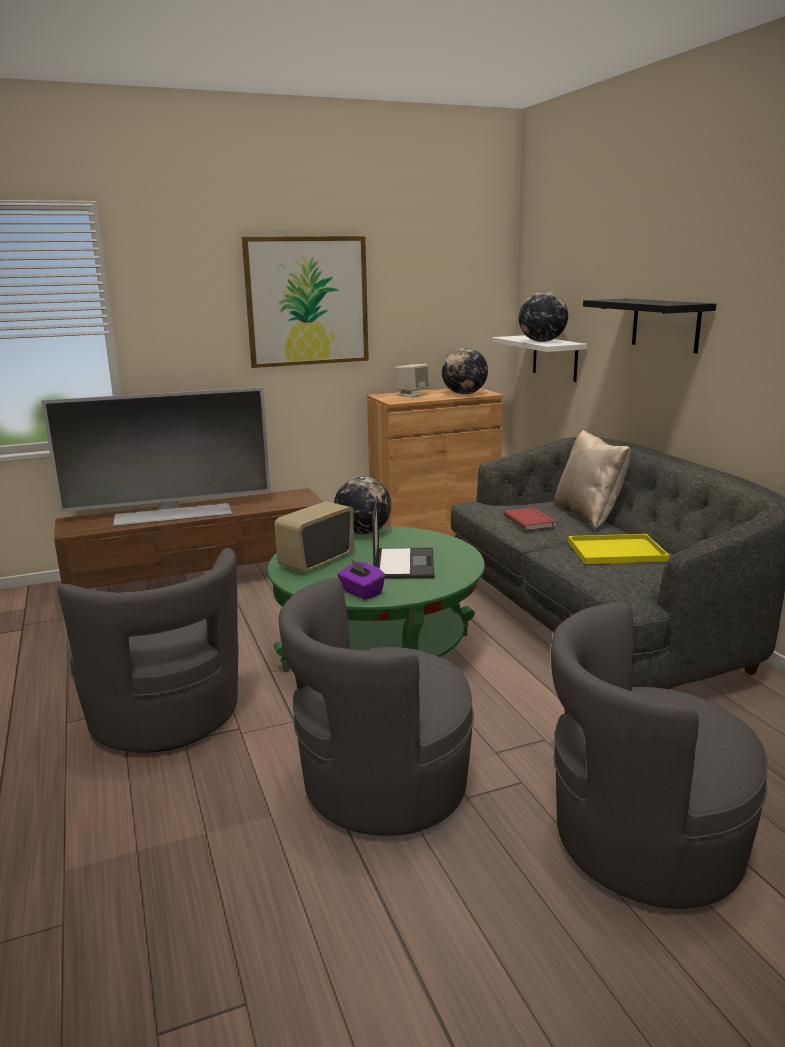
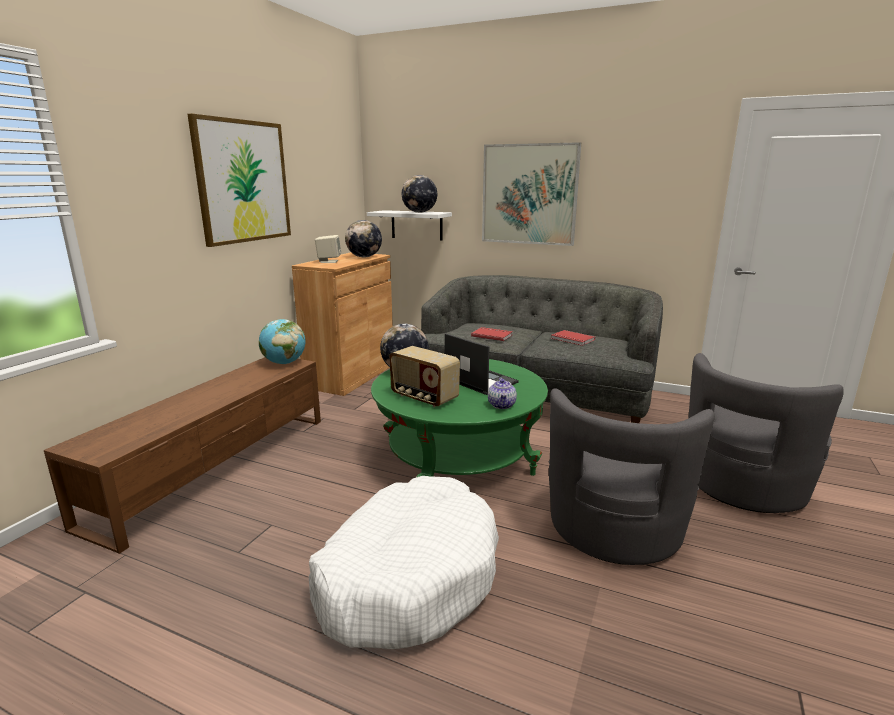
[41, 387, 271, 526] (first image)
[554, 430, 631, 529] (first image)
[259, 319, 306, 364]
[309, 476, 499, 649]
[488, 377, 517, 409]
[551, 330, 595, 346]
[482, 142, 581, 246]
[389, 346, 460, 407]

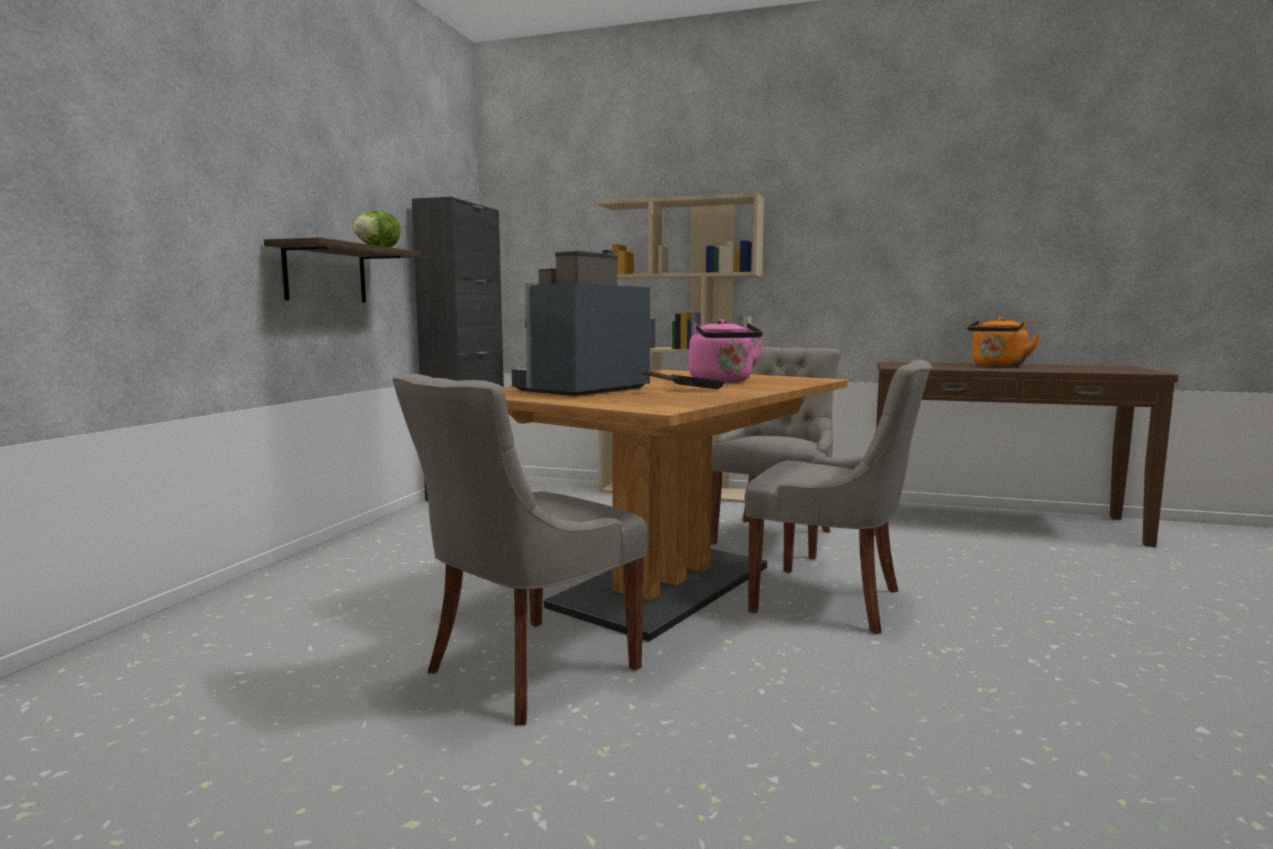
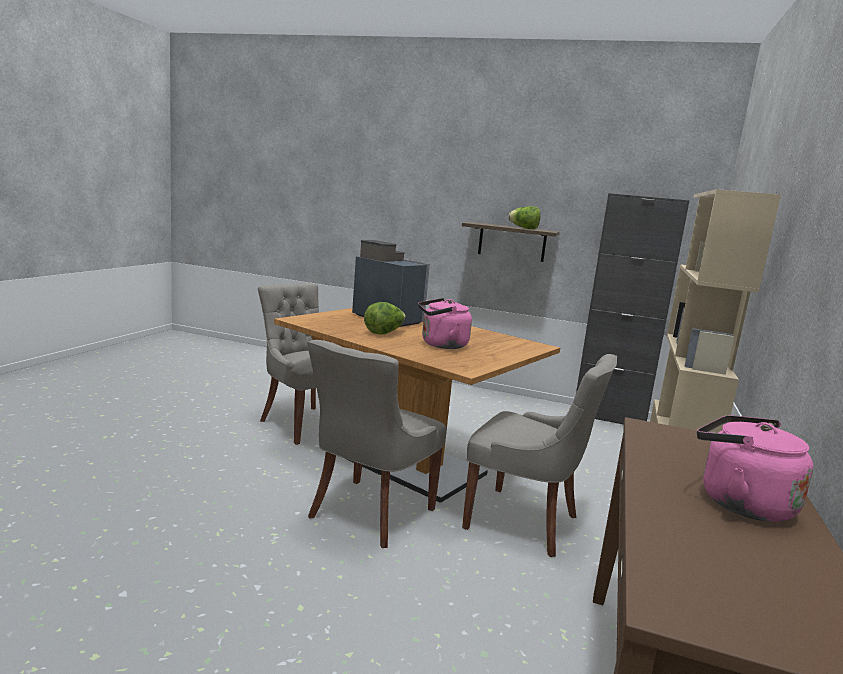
[364, 302, 406, 335]
[697, 415, 813, 522]

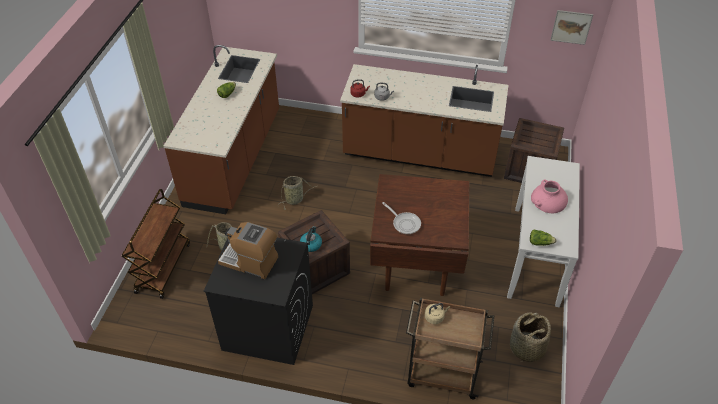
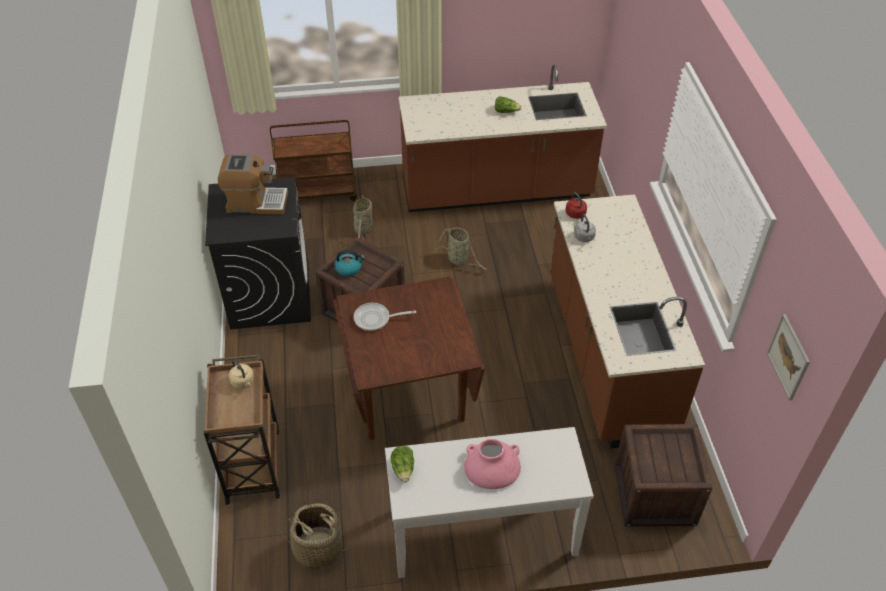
[218, 154, 288, 214]
[354, 303, 416, 331]

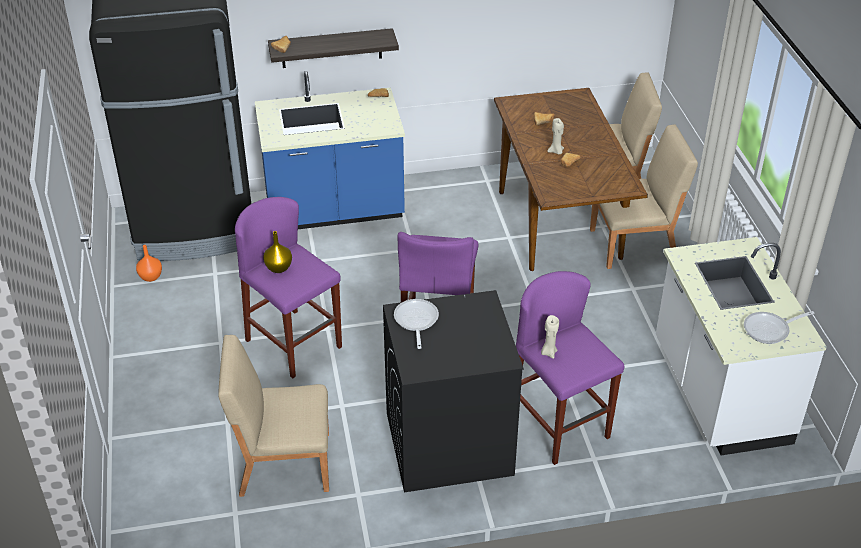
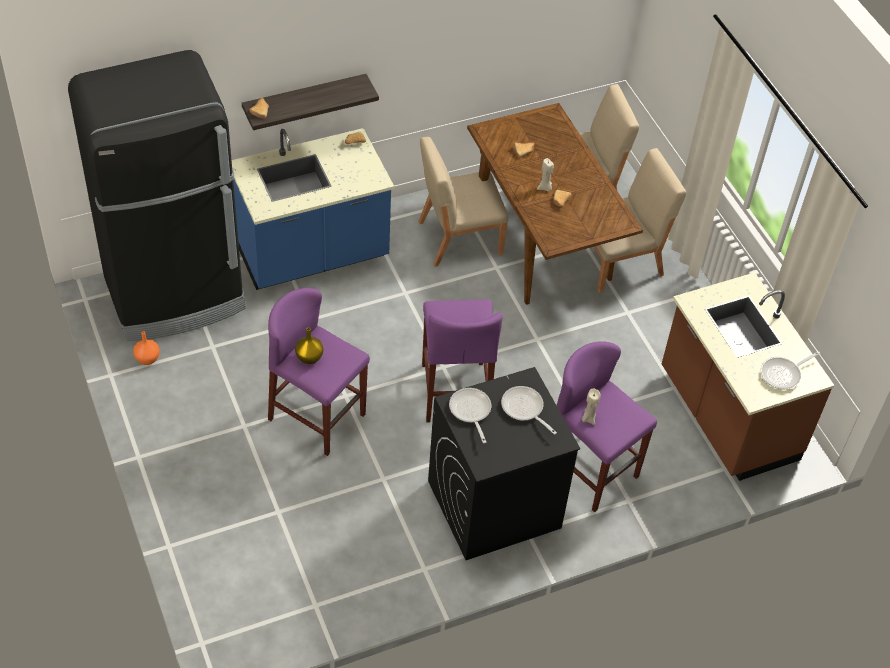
[501, 386, 557, 435]
[418, 137, 508, 267]
[662, 272, 835, 481]

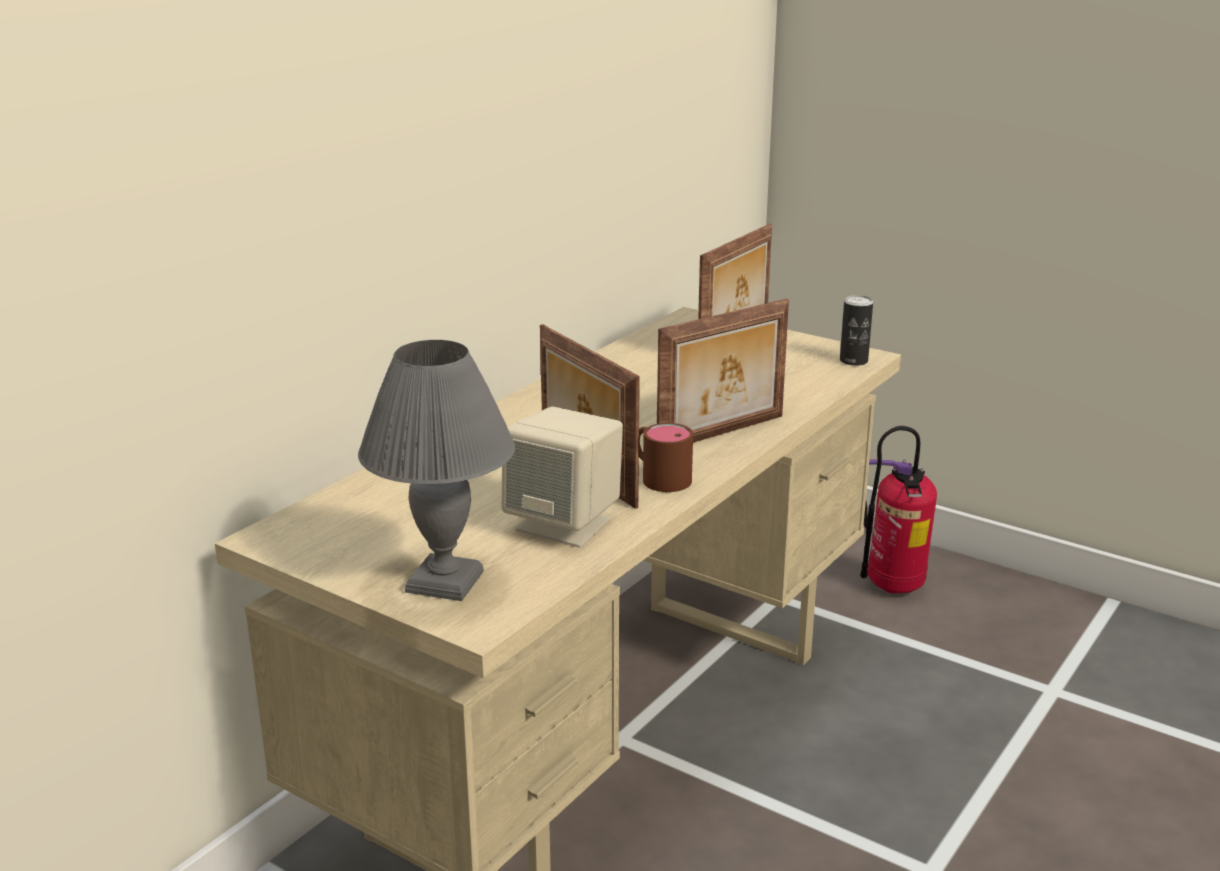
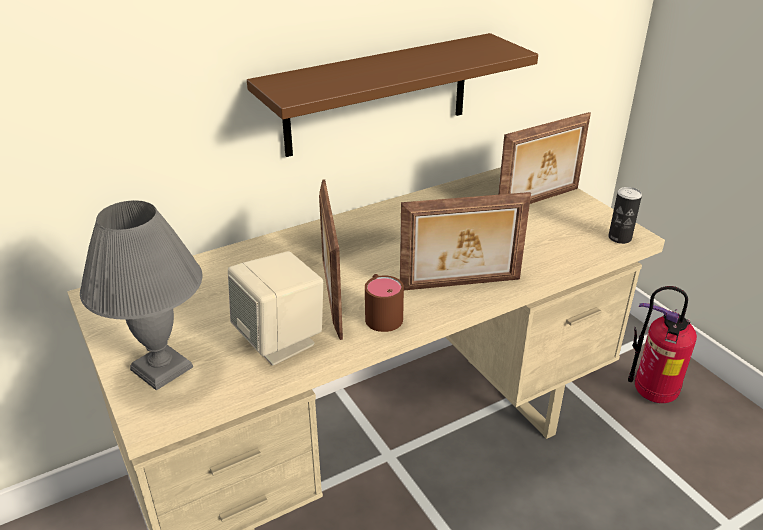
[247, 33, 538, 157]

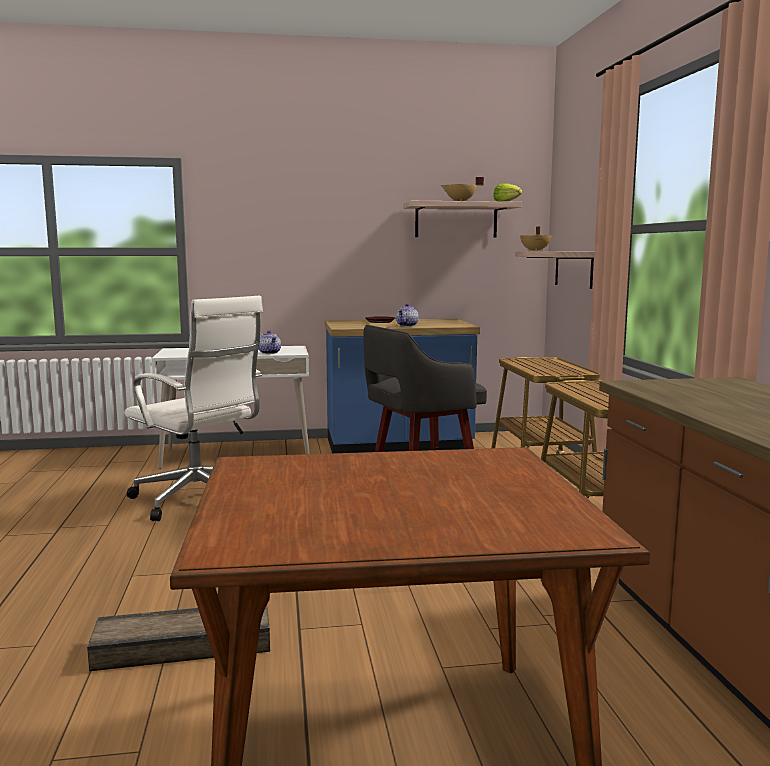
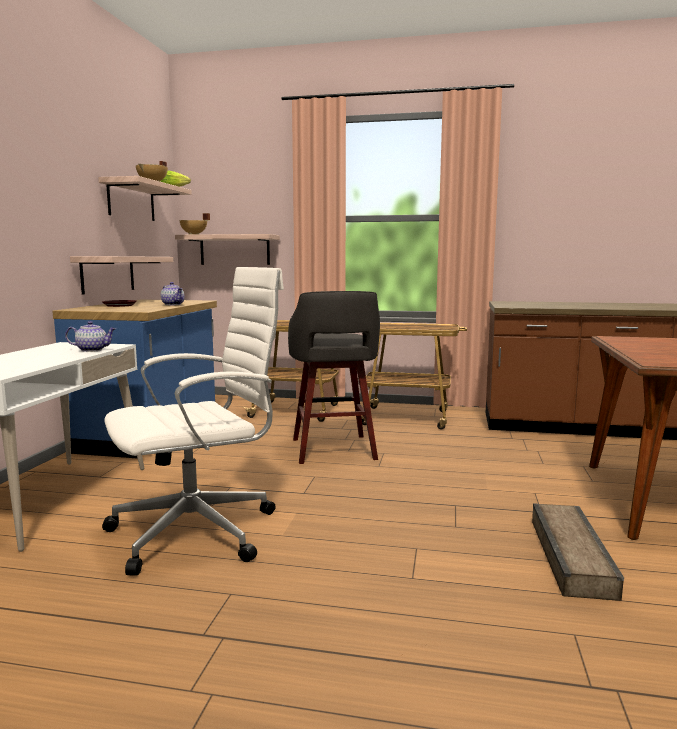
[70, 256, 173, 295]

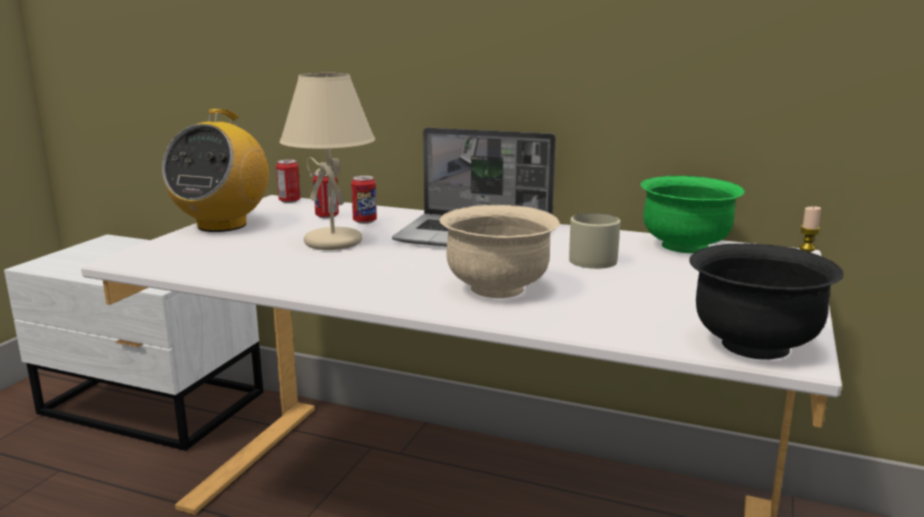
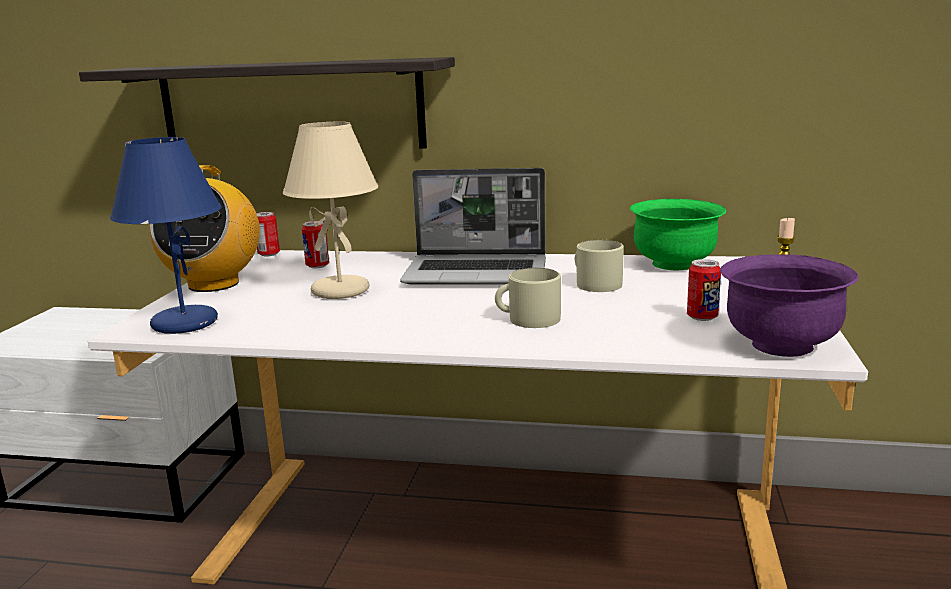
[79, 57, 455, 149]
[110, 137, 222, 334]
[687, 259, 721, 321]
[495, 268, 561, 328]
[720, 254, 859, 357]

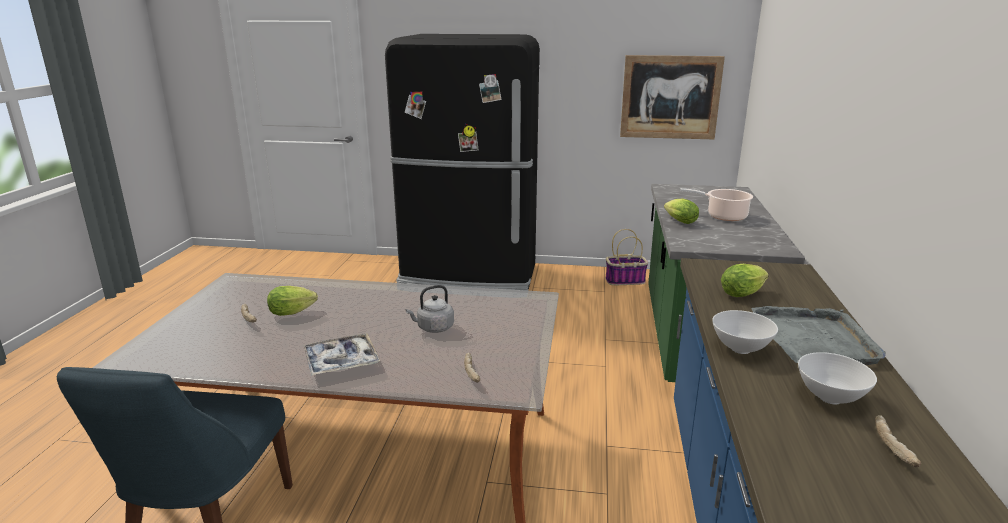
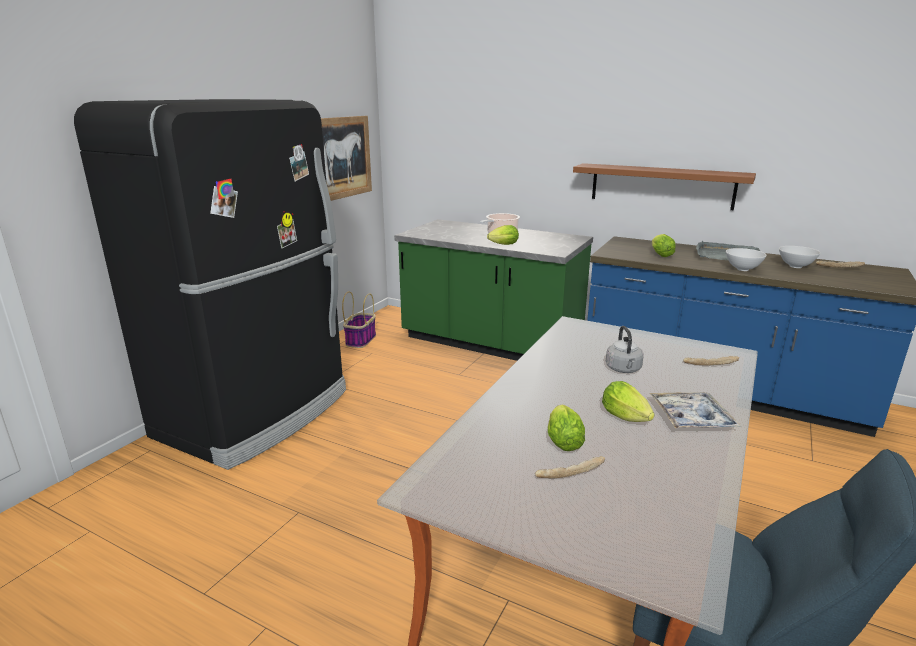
[573, 163, 756, 210]
[602, 381, 655, 422]

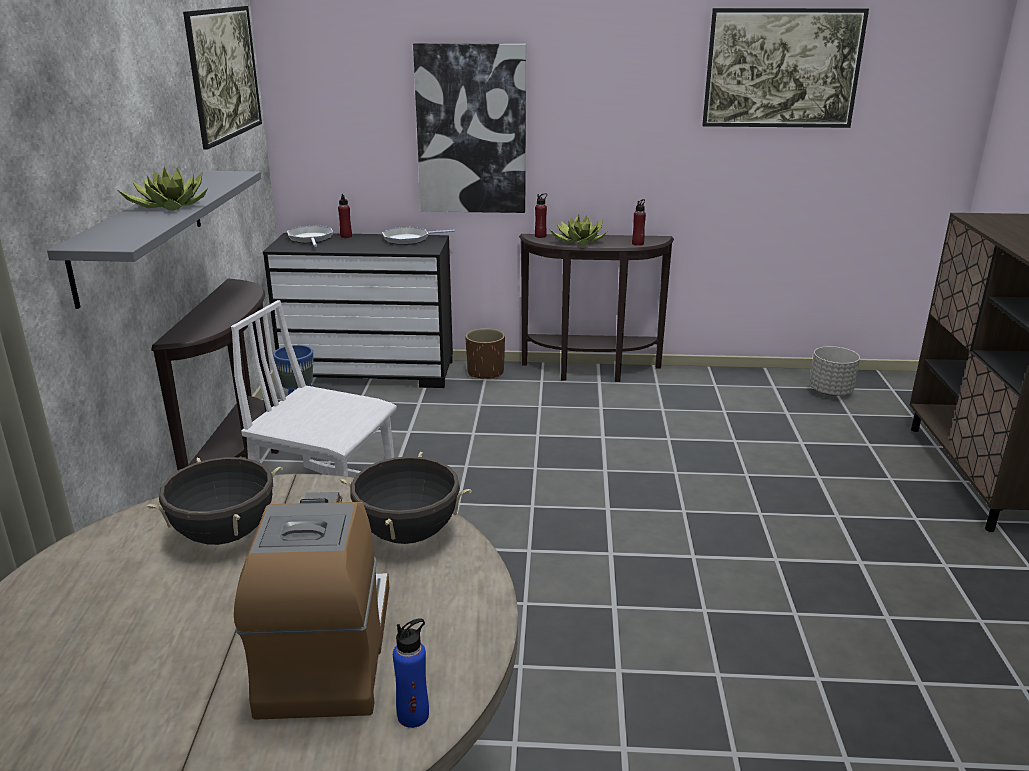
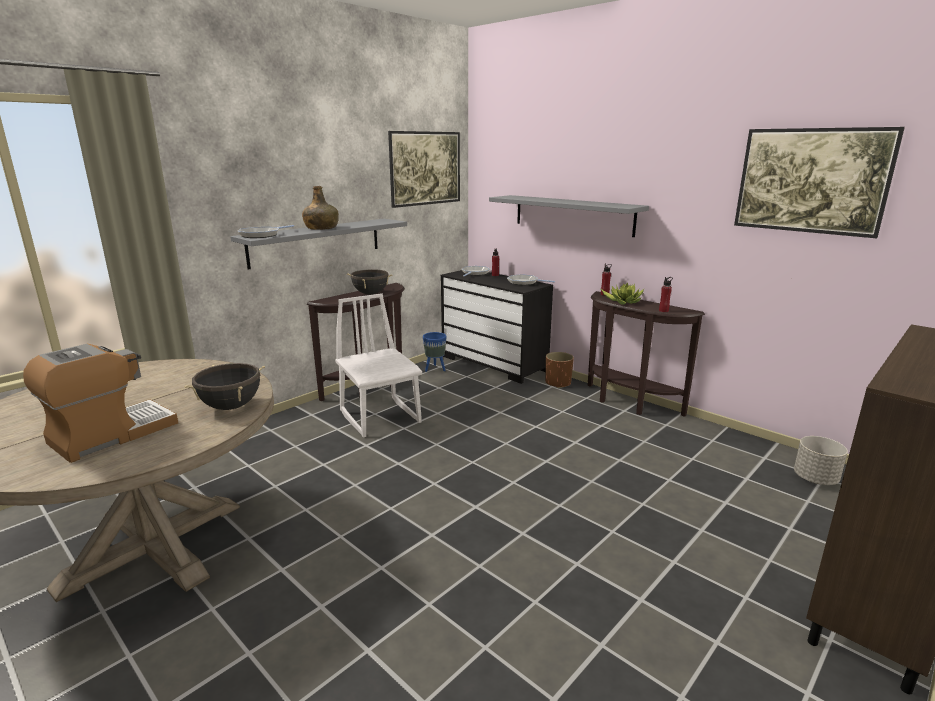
[393, 618, 429, 728] (first image)
[238, 225, 294, 238]
[347, 269, 392, 295]
[302, 186, 339, 230]
[489, 195, 649, 237]

